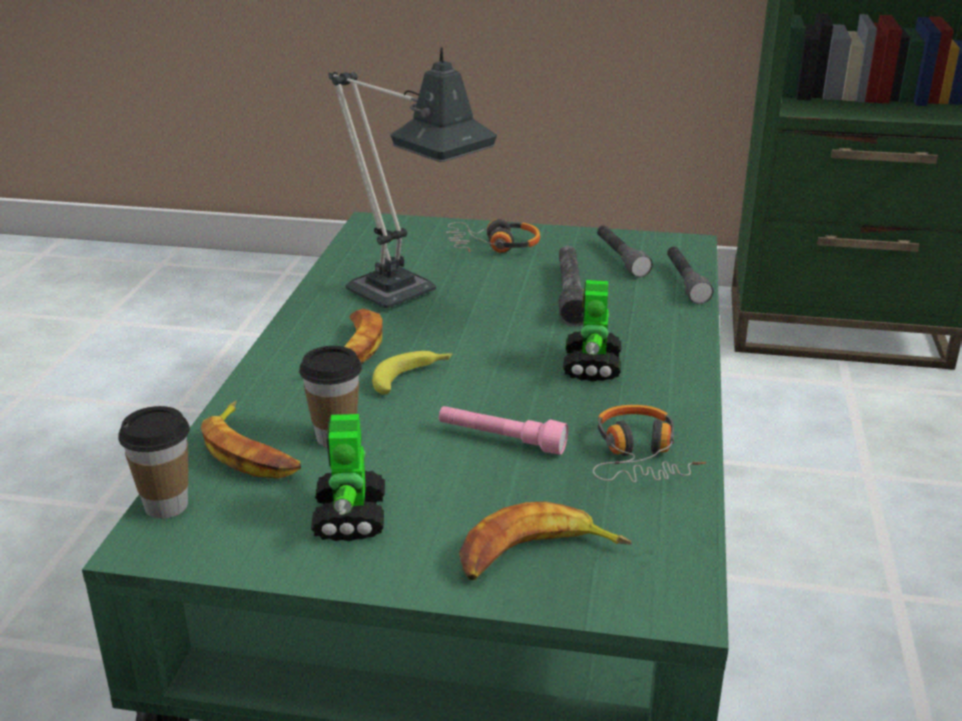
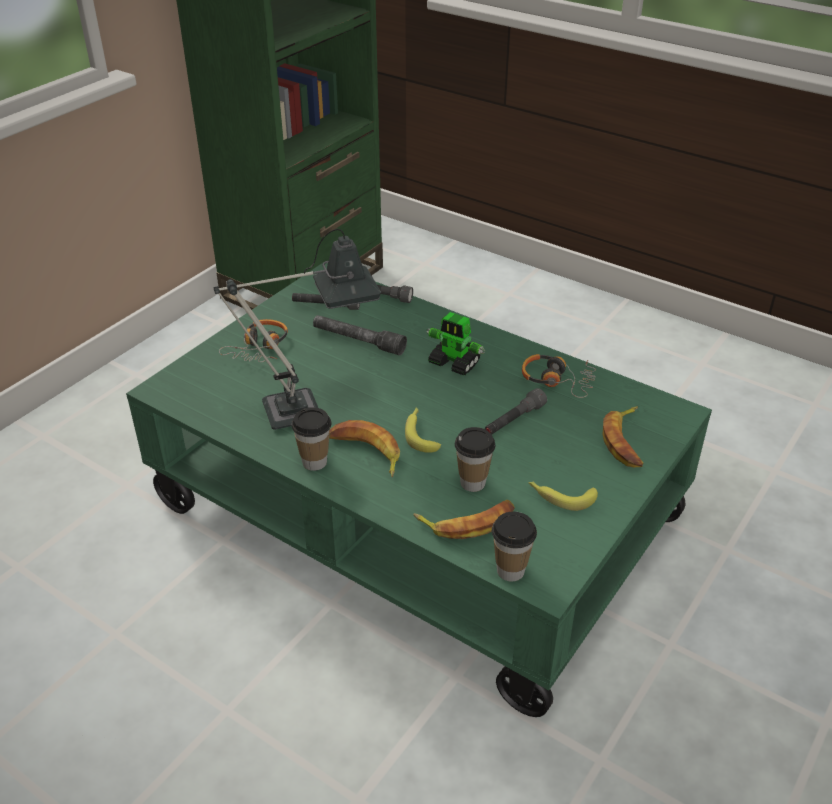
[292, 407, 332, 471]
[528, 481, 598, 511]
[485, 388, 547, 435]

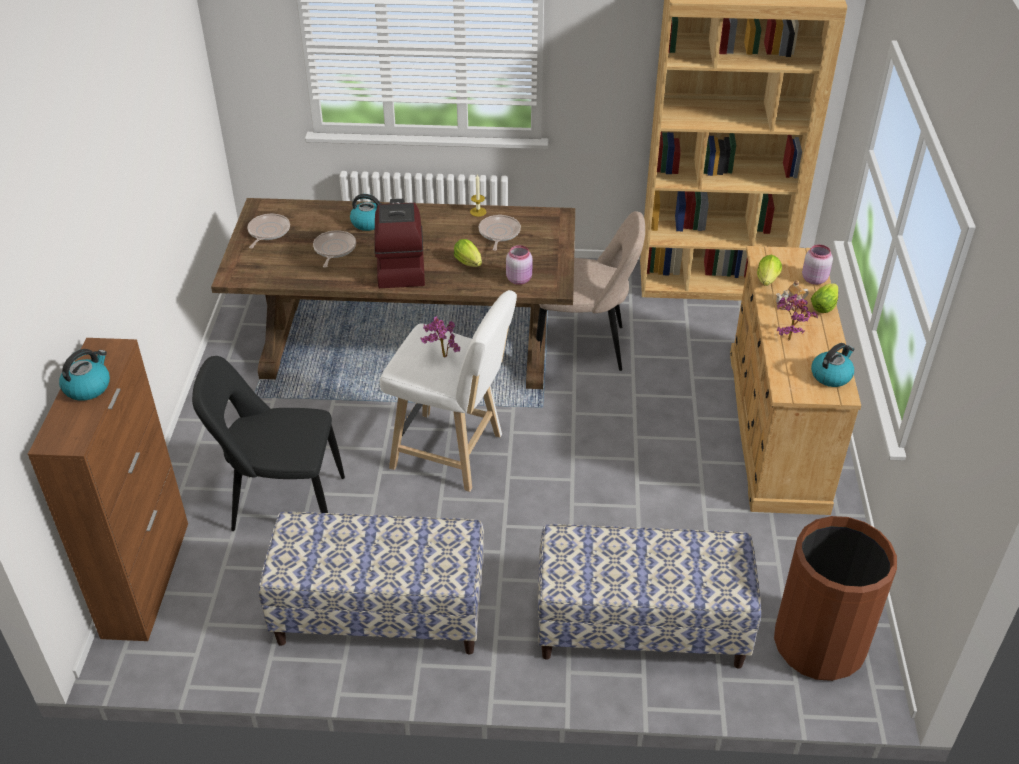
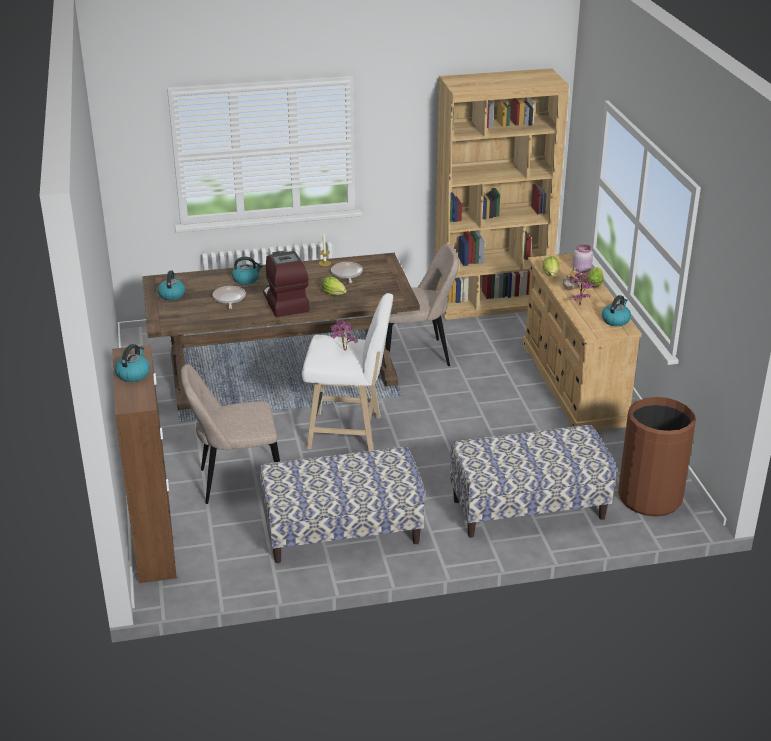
[506, 245, 533, 285] (first image)
[158, 271, 185, 300]
[181, 364, 280, 504]

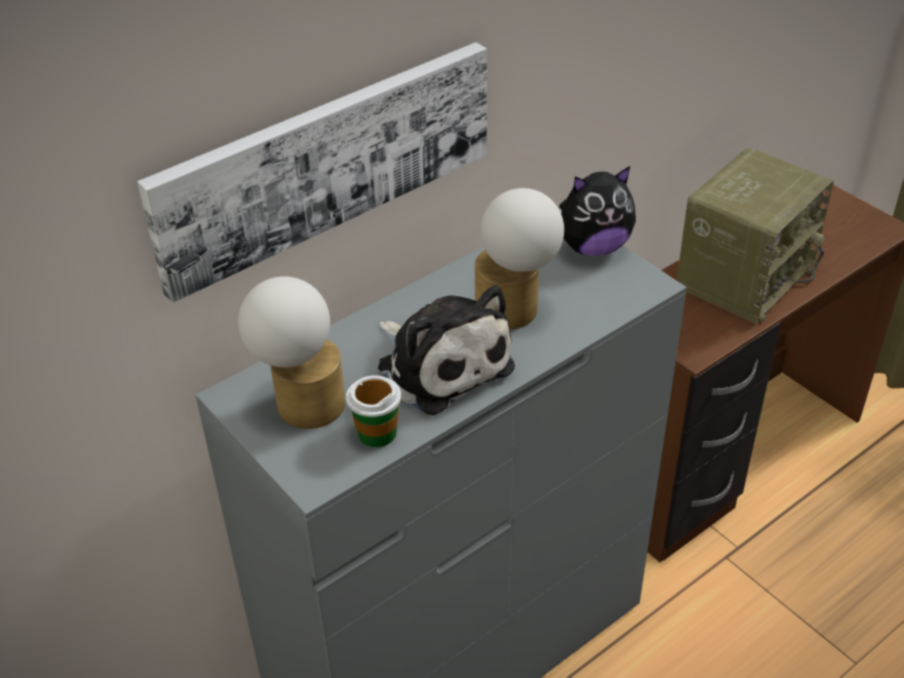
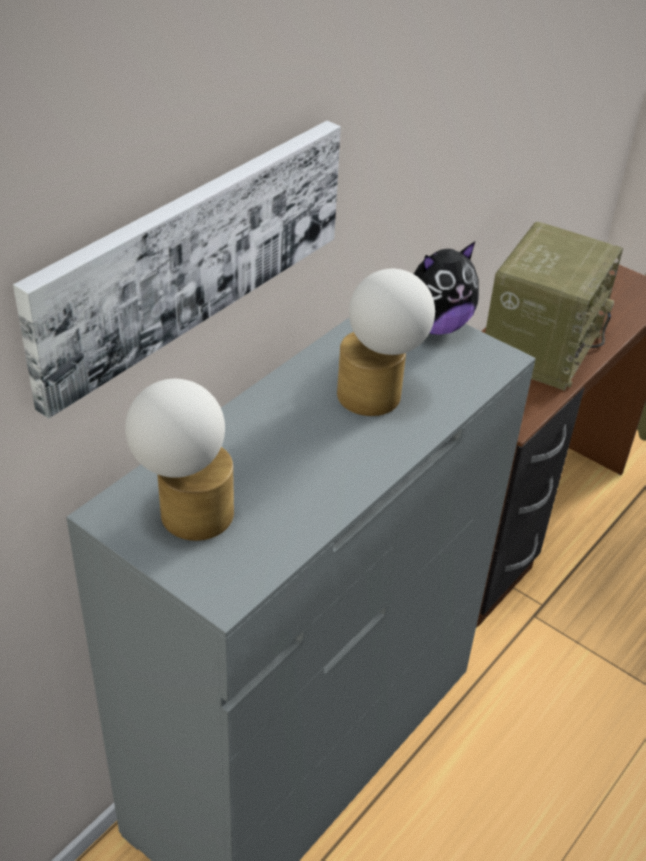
[346, 375, 401, 448] (first image)
[378, 285, 515, 415] (first image)

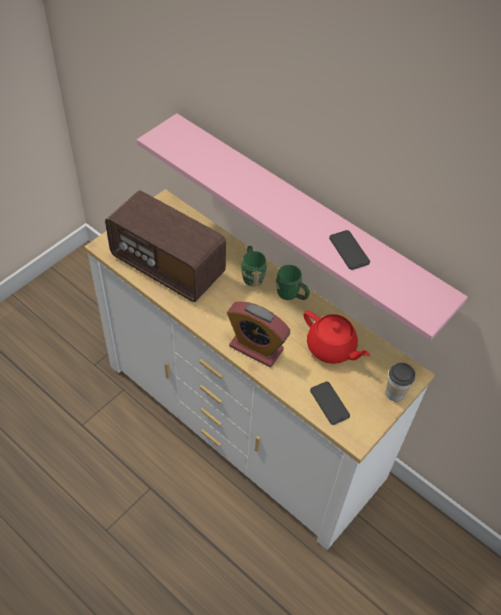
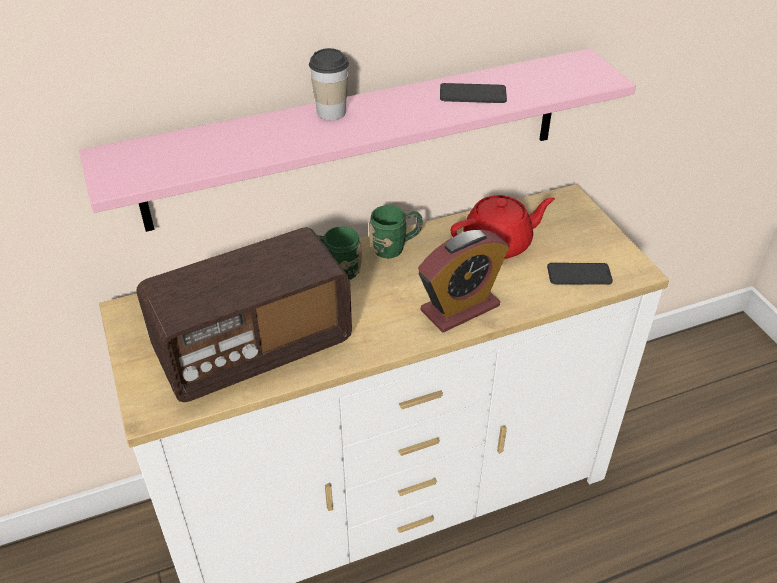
[309, 48, 349, 120]

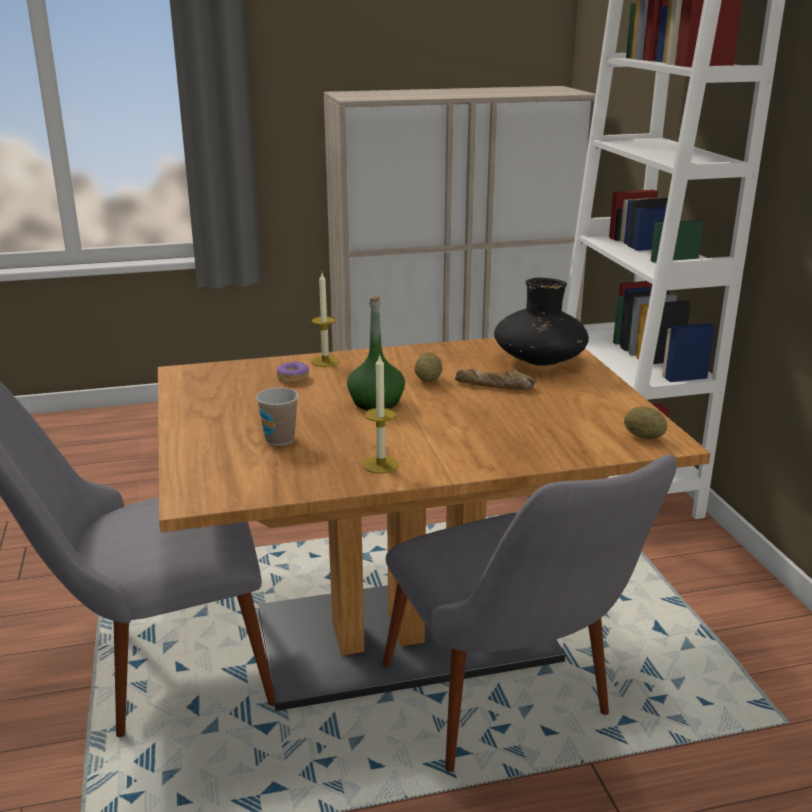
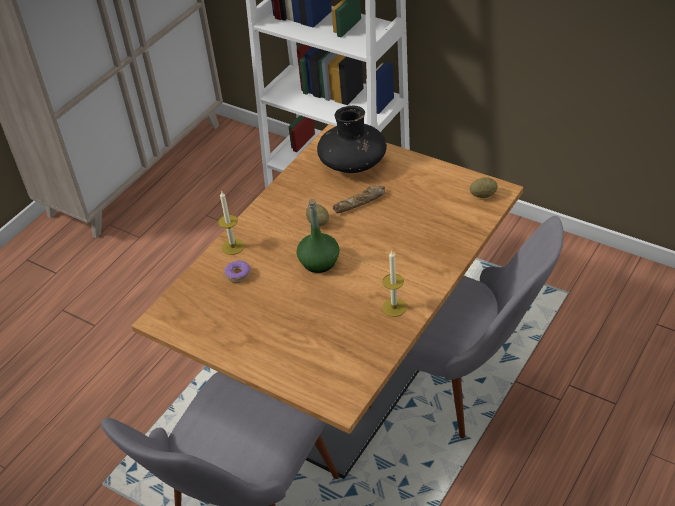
[256, 388, 298, 446] (first image)

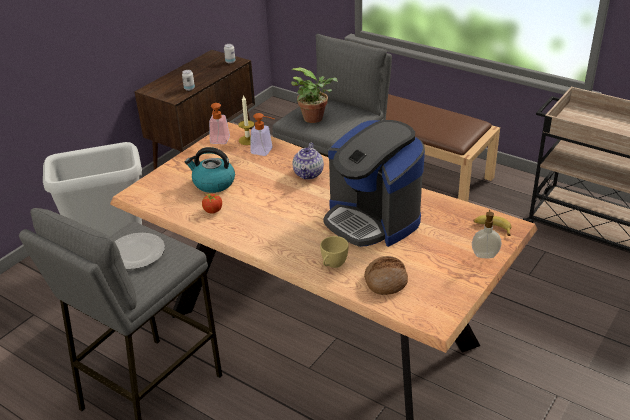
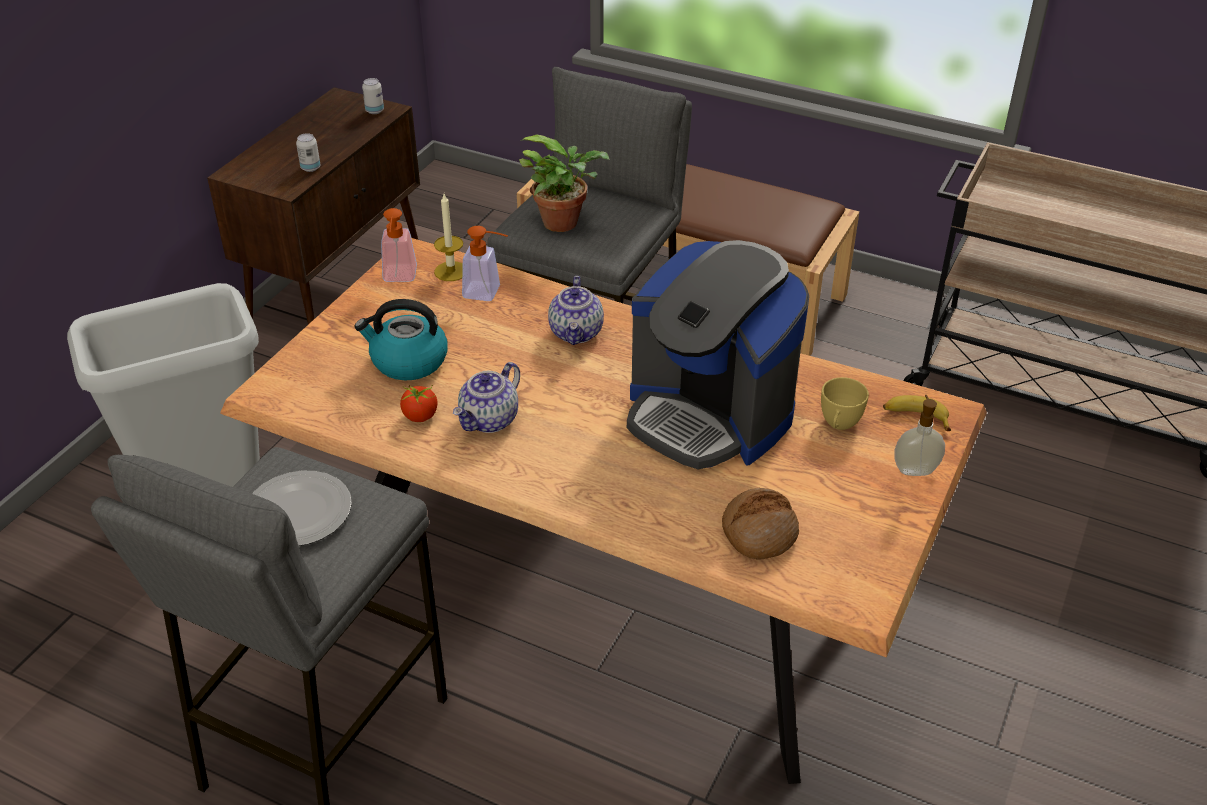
[453, 362, 520, 433]
[821, 377, 869, 430]

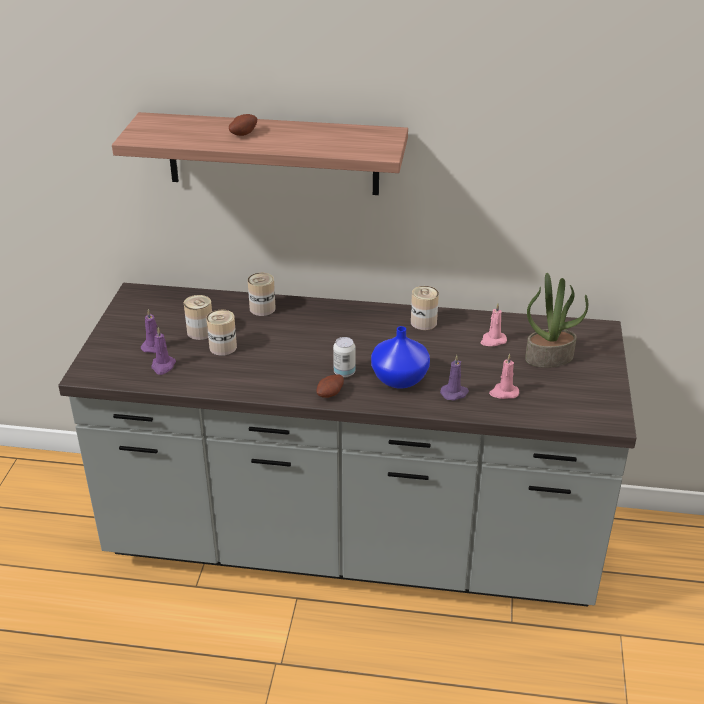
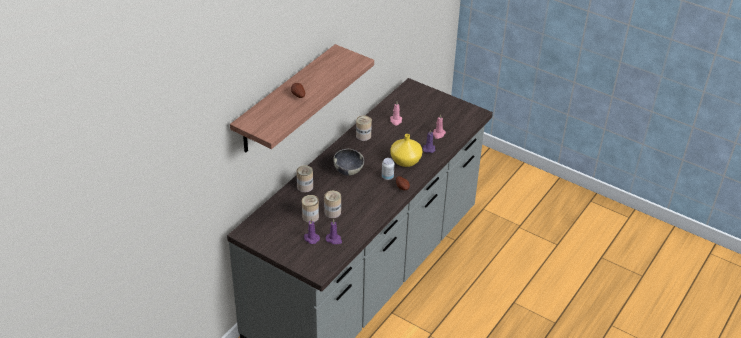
[525, 273, 588, 368] (first image)
[333, 149, 364, 176]
[390, 134, 423, 167]

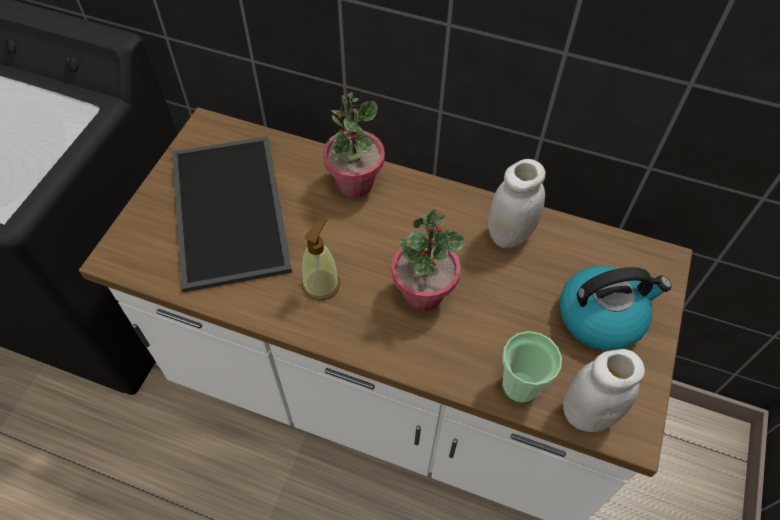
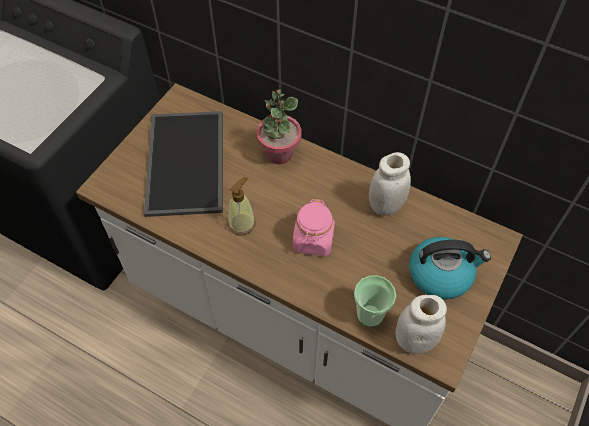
[293, 199, 335, 256]

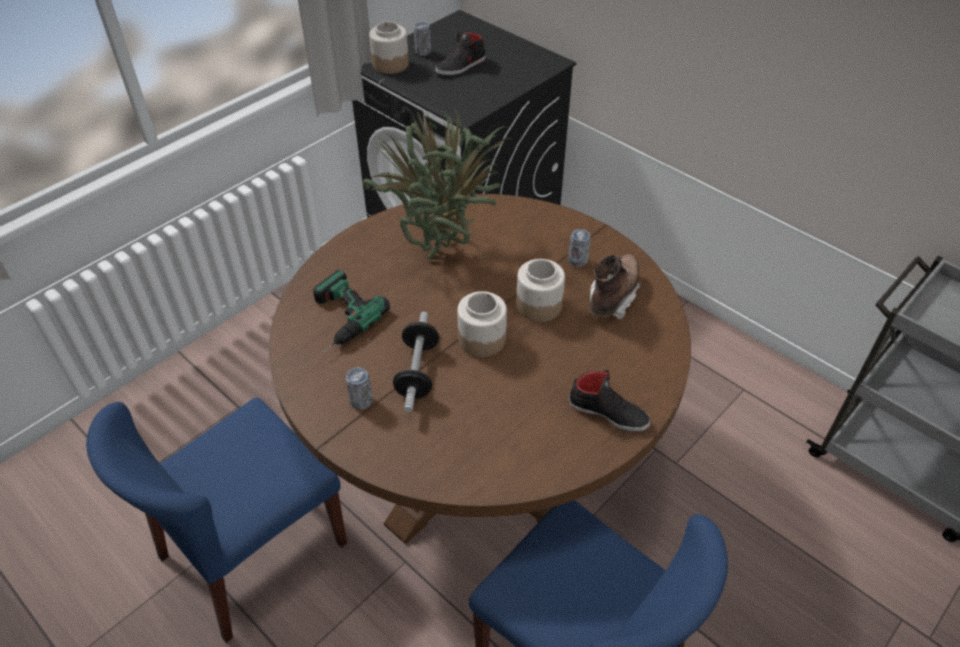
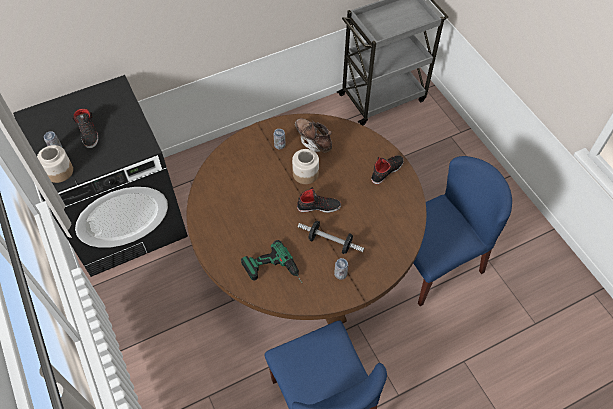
[363, 109, 511, 259] (first image)
[297, 187, 341, 213]

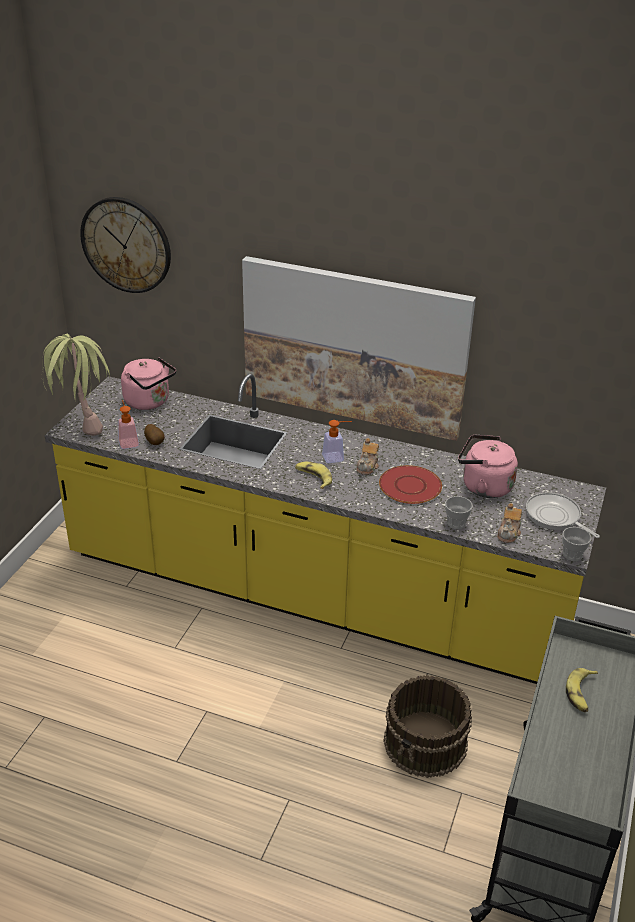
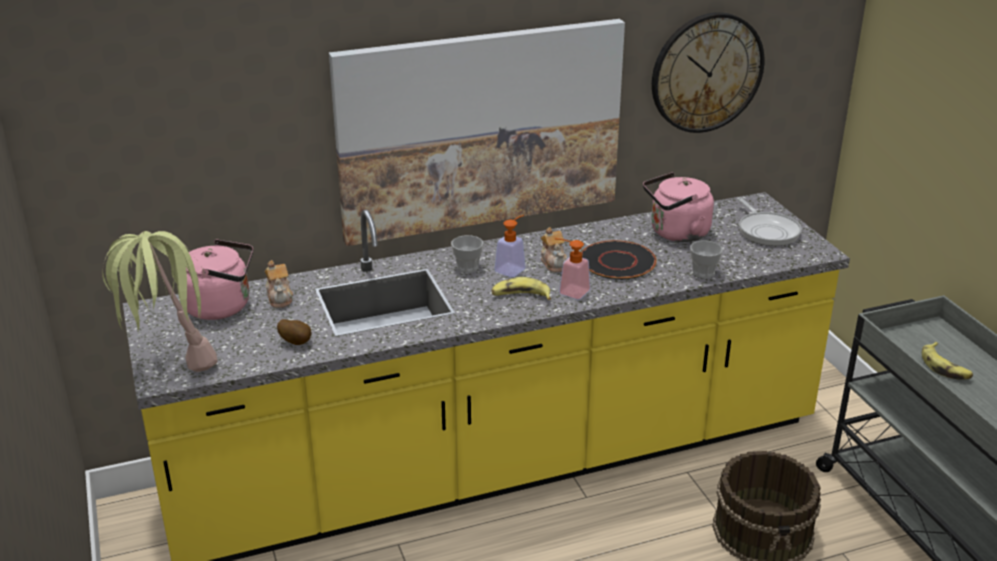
[652, 12, 764, 133]
[555, 238, 590, 300]
[265, 260, 293, 308]
[451, 235, 483, 273]
[581, 240, 657, 280]
[737, 197, 802, 246]

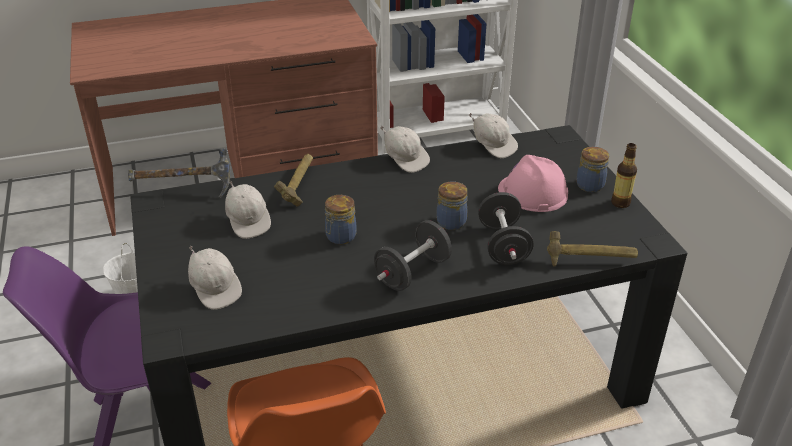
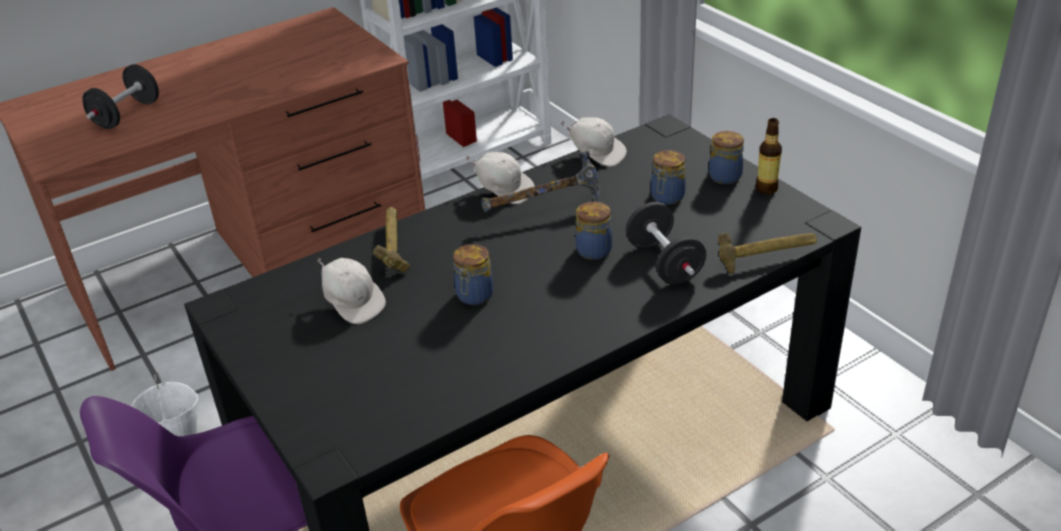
[188, 245, 242, 310] (first image)
[482, 151, 600, 212]
[82, 64, 159, 129]
[651, 150, 686, 205]

